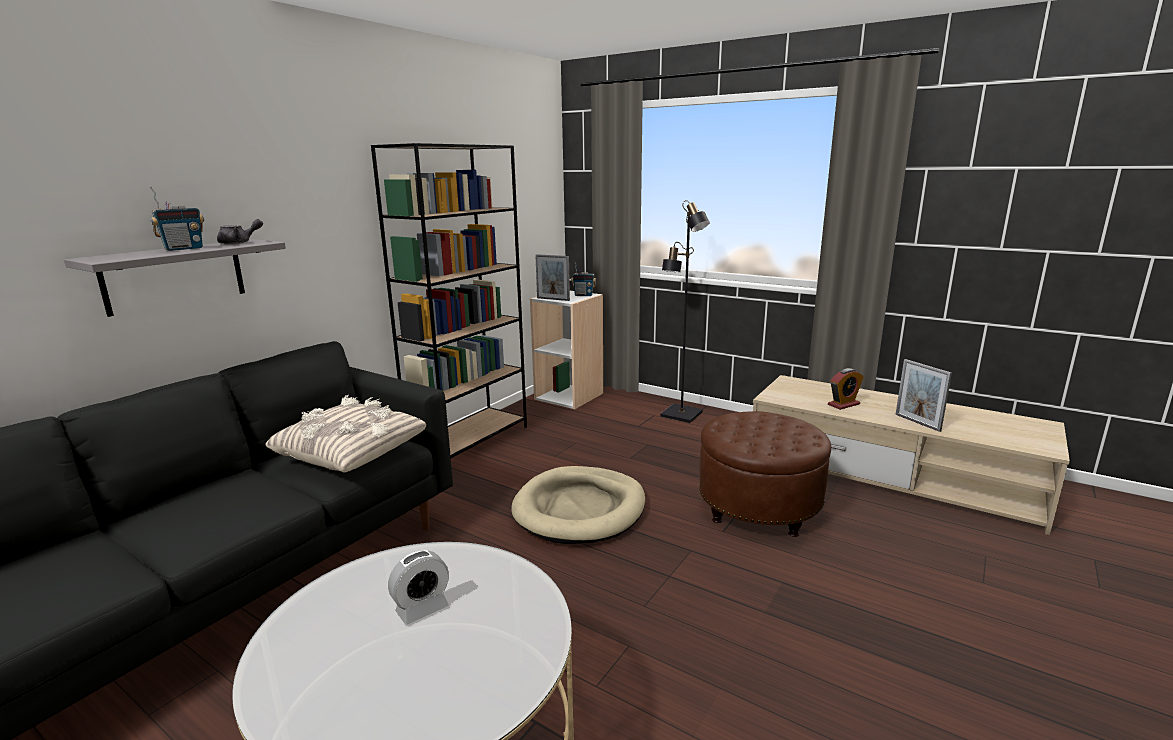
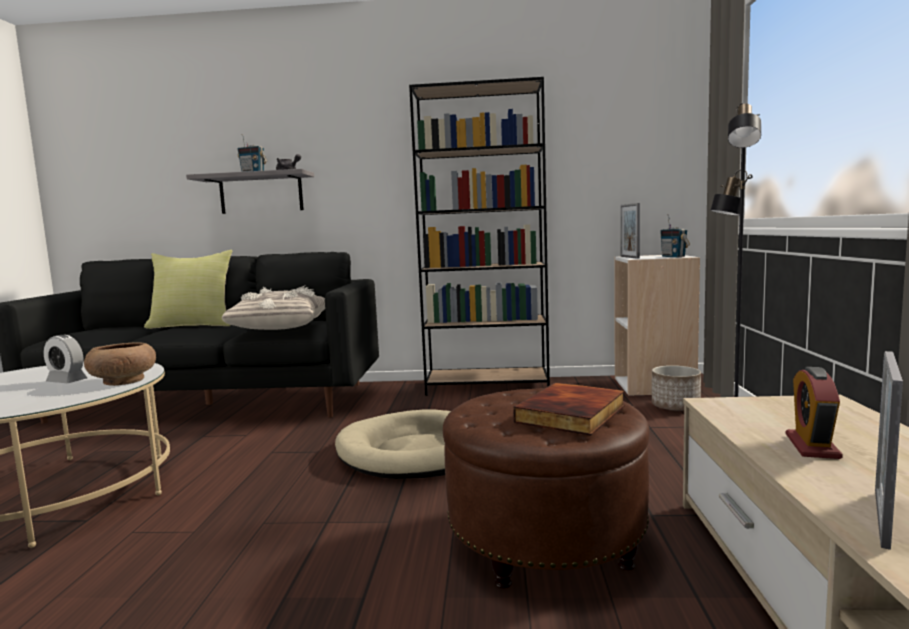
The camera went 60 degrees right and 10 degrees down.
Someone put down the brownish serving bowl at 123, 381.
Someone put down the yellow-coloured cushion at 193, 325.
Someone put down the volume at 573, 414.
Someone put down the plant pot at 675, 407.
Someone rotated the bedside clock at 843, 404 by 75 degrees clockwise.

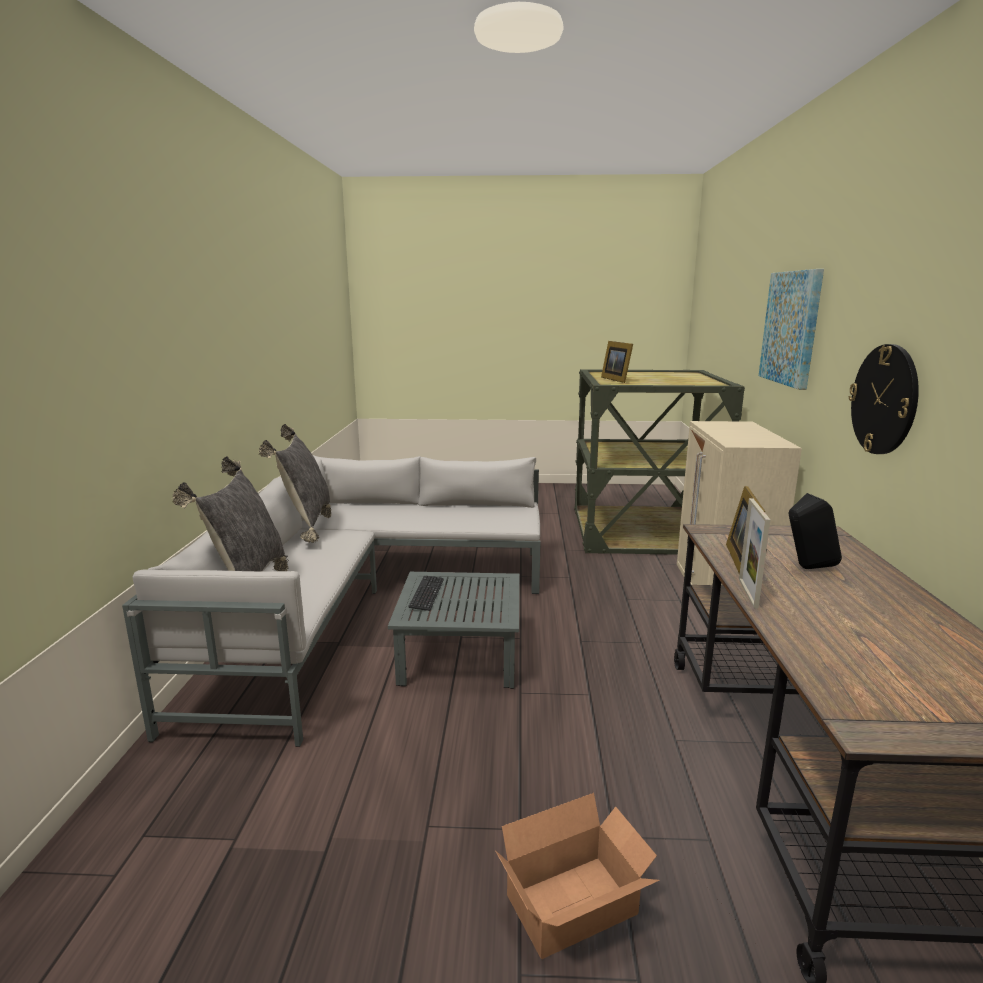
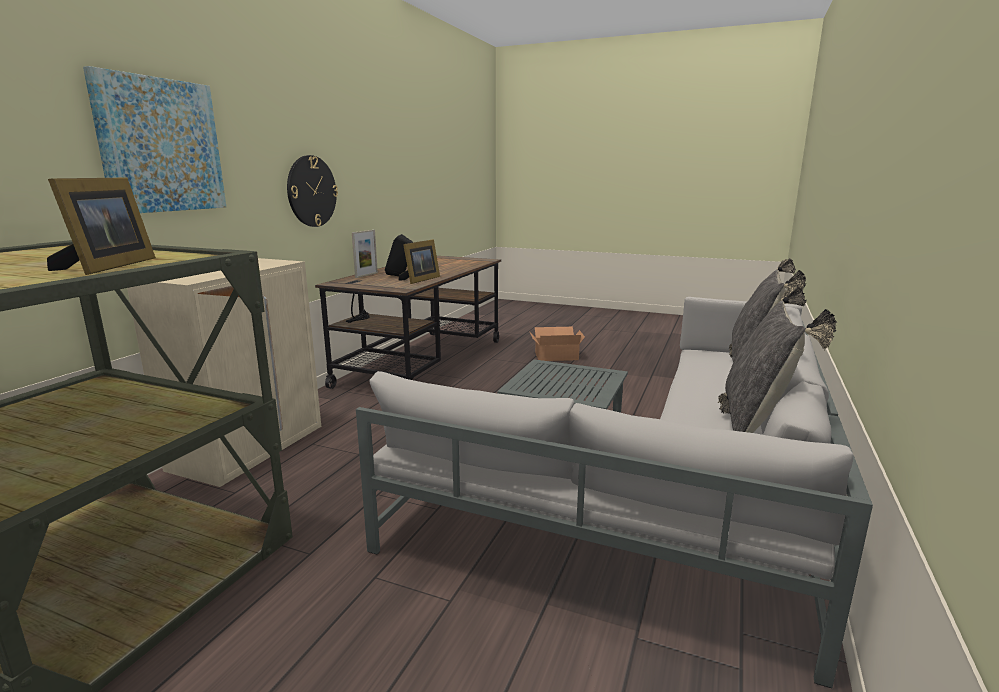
The camera went 160 degrees left and 0 degrees up.
Someone took away the PC keyboard at 427, 594.
Someone carried the picture frame from 748, 593 to 366, 275.

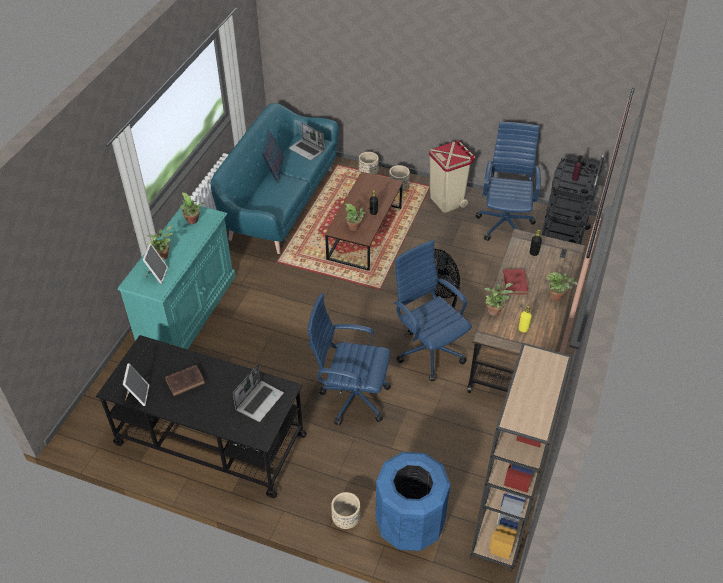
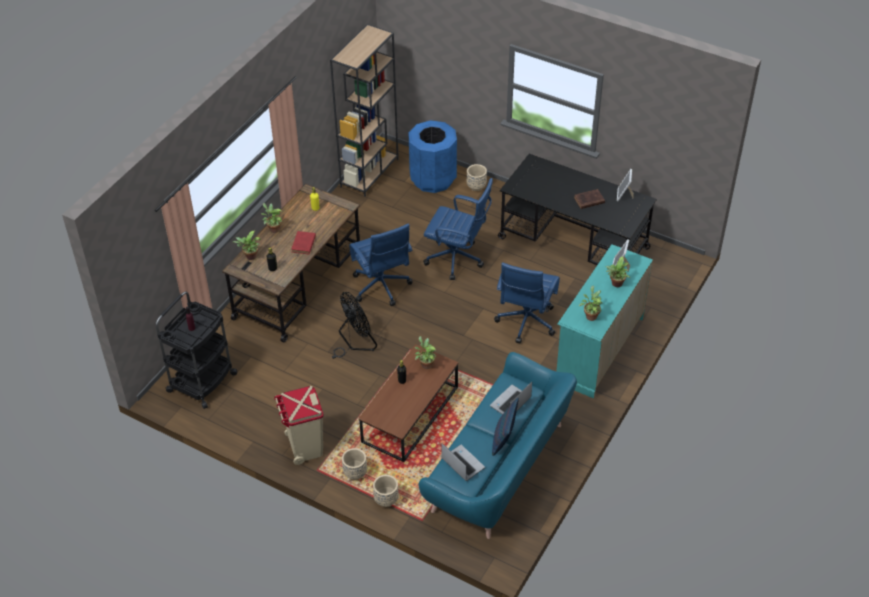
The camera went 170 degrees left and 0 degrees up.
Someone carried the portable computer from 259, 401 to 510, 403.
Someone carried the blue-coloured office chair from 504, 223 to 525, 323.
Someone carried the potted plant from 494, 310 to 250, 257.

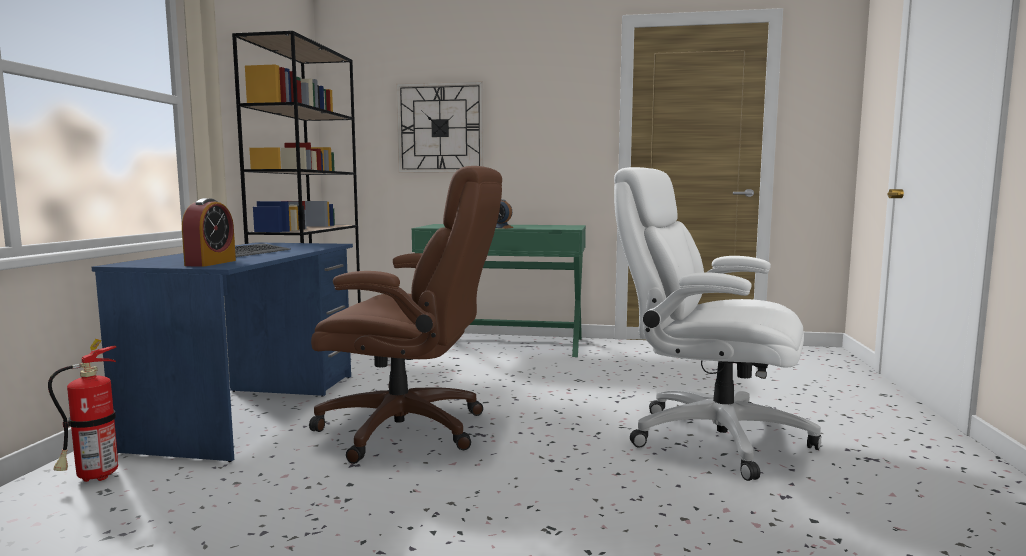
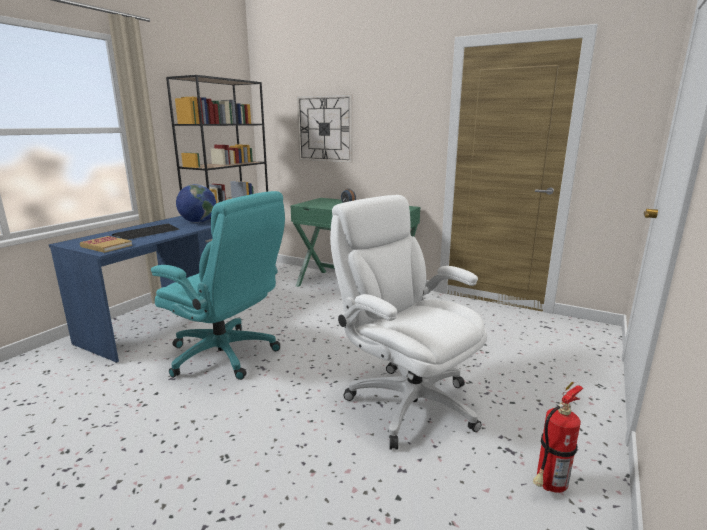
The camera went 20 degrees right and 10 degrees up.
Someone put down the globe at 198, 222.
Someone carried the fire extinguisher from 93, 478 to 549, 487.
Someone swapped the bedside clock at 211, 263 for the volume at 106, 246.
Someone repainted the brownish office chair at 413, 430, which became the turquoise office chair at 228, 357.

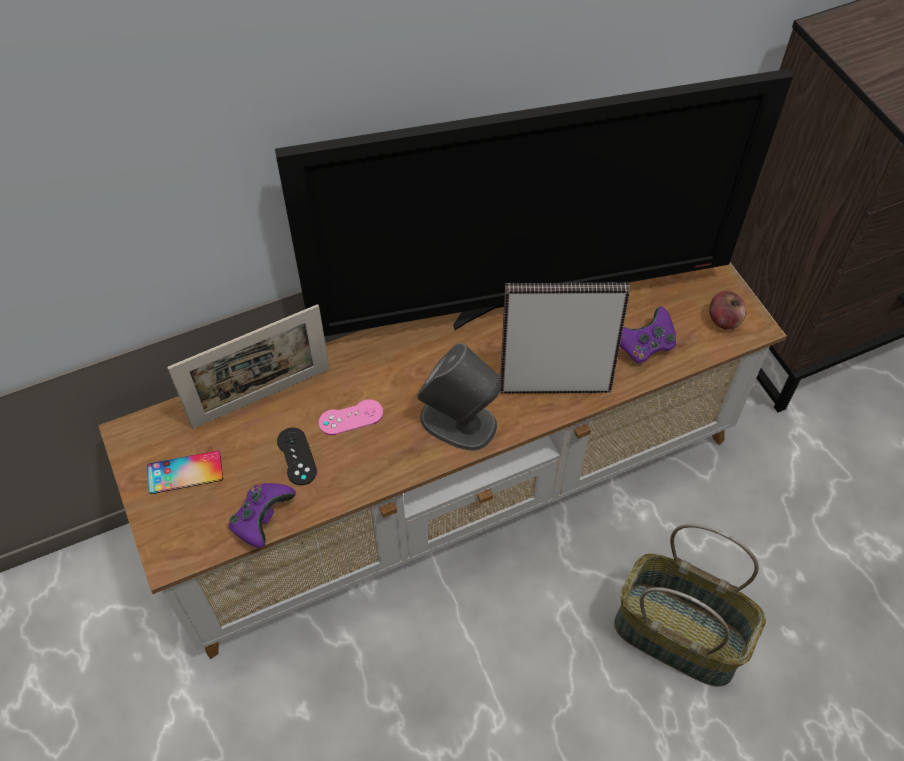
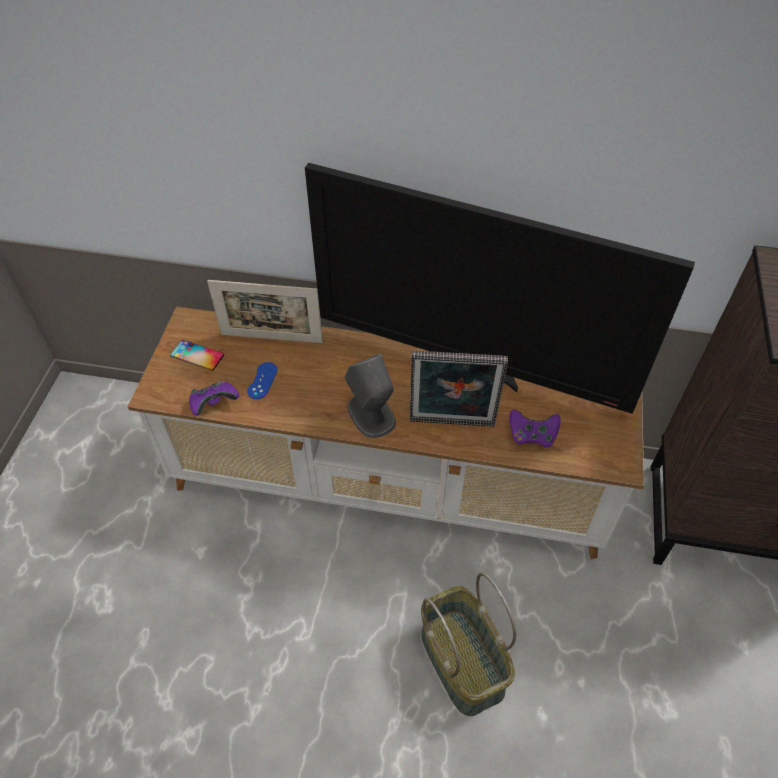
The camera went 35 degrees right and 5 degrees down.
Someone took away the pink joypad at 351, 417.
Someone took away the apple at 724, 320.
Someone repainted the blackish joypad at 296, 456, which became the blue-coloured joypad at 262, 380.
Someone rotated the picture frame at 554, 383 by 150 degrees clockwise.

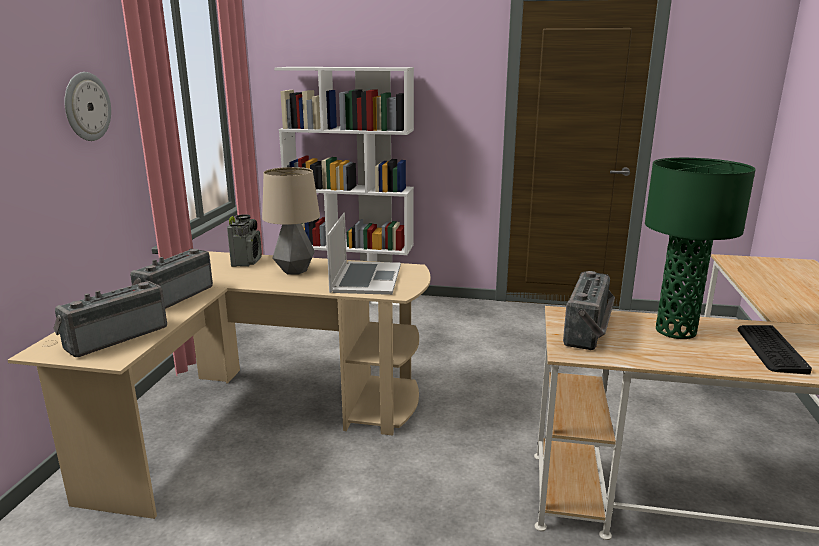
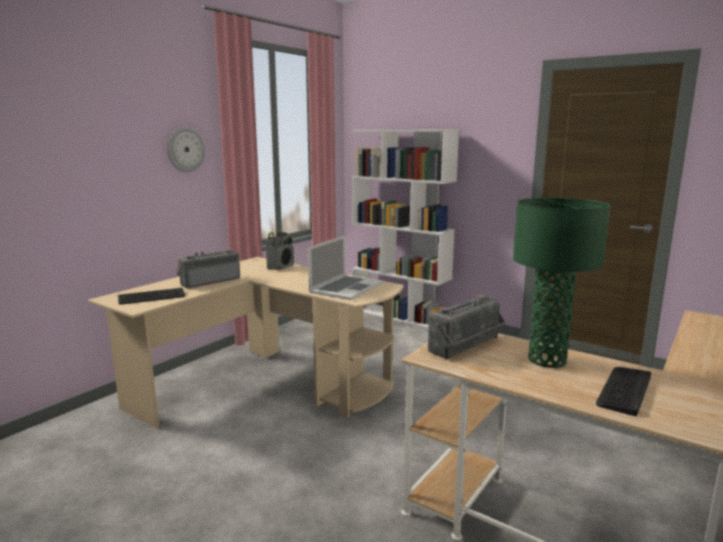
The camera went 25 degrees right and 5 degrees down.
Someone took away the lamp for a table at 294, 271.
Someone swapped the radio set at 115, 337 for the PC keyboard at 152, 297.

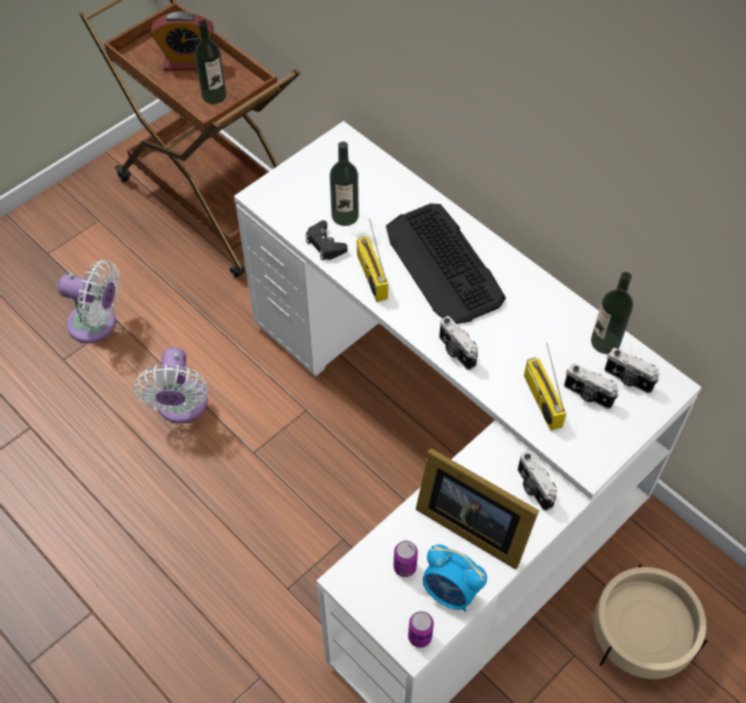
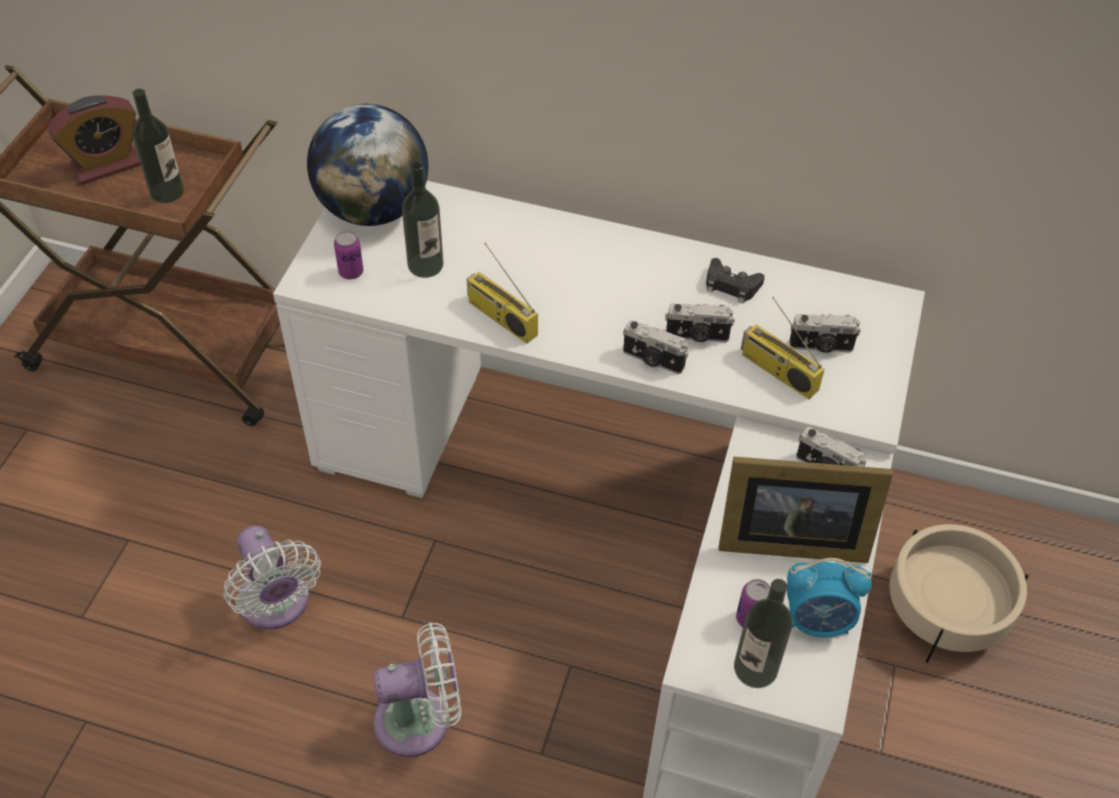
The camera went 30 degrees left and 5 degrees down.
Someone took away the PC keyboard at 443, 265.
Someone put down the globe at 373, 209.
Someone carried the white cooling fan from 97, 324 to 420, 720.
Someone carried the blackish joypad from 325, 245 to 731, 285.
Someone carried the sealed can from 419, 637 to 351, 272.
Someone carried the drink bottle from 605, 342 to 755, 668.
Someone carried the photo camera from 628, 380 to 697, 336.

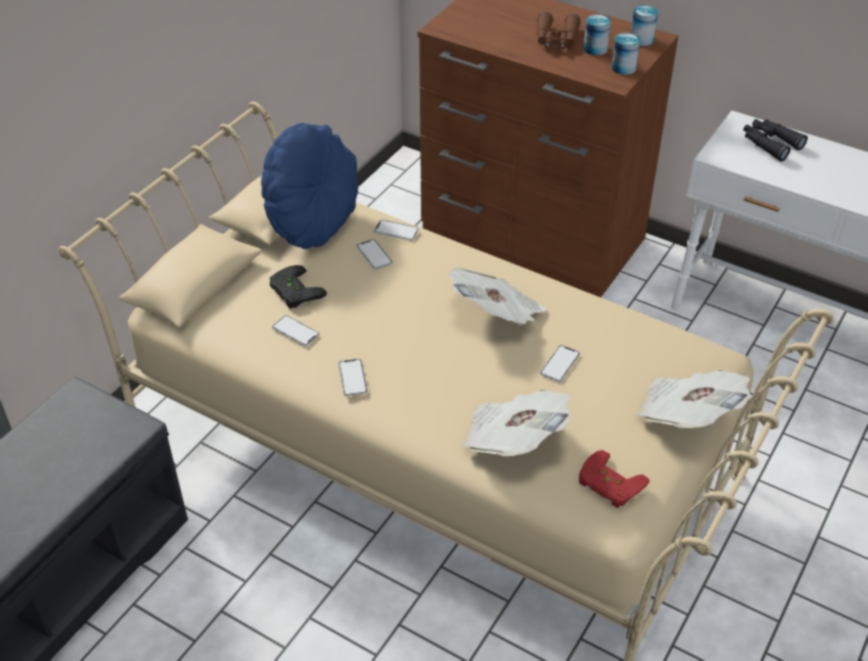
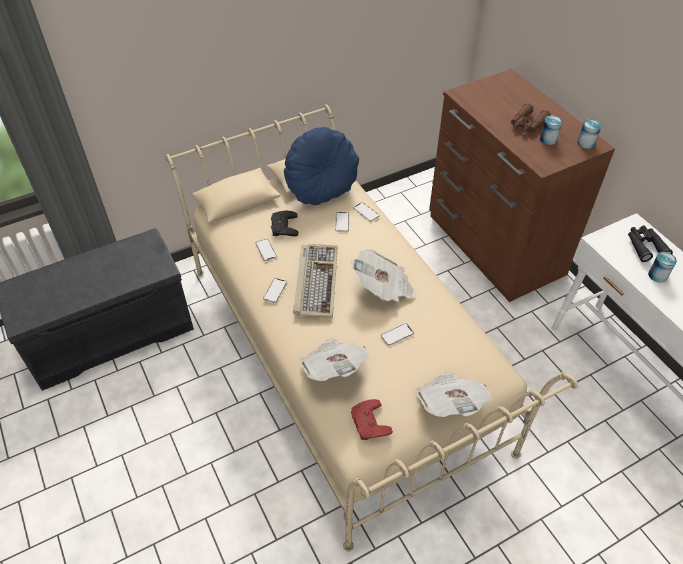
The camera went 30 degrees right and 5 degrees up.
Someone put down the PC keyboard at 315, 281.
Someone carried the sealed can from 623, 68 to 657, 275.

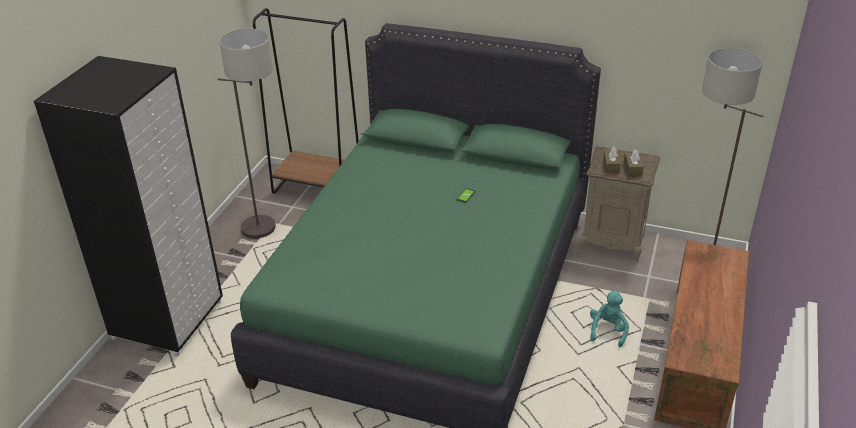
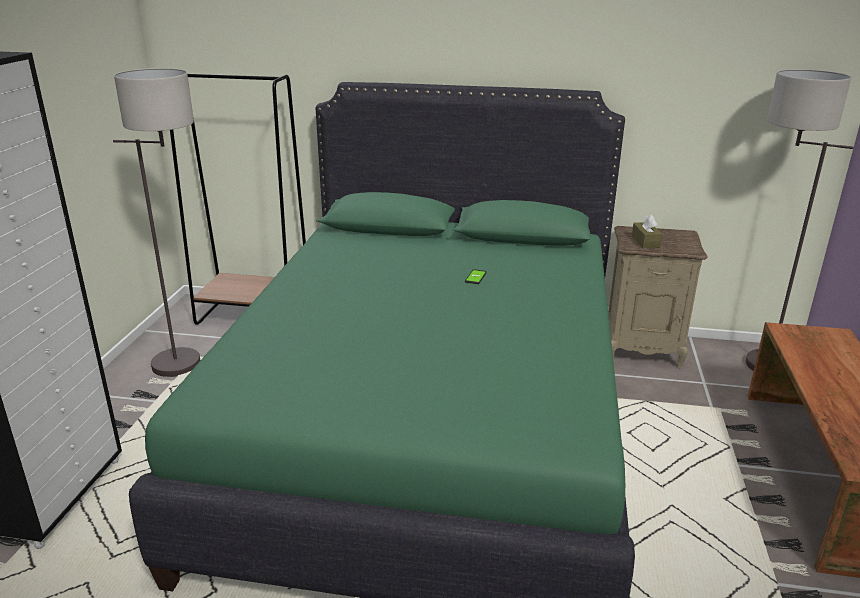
The camera went 10 degrees left and 10 degrees down.
Someone took away the turquoise cuddly toy at 608, 331.
Someone took away the brownish tissue box at 632, 169.

